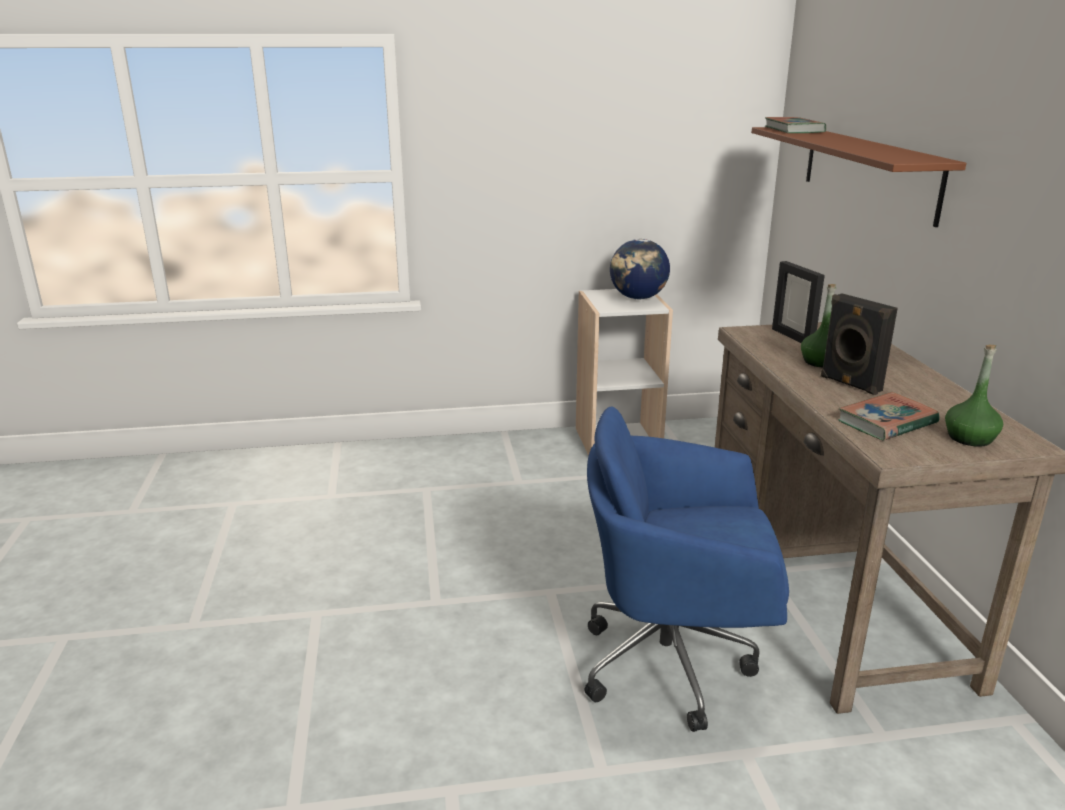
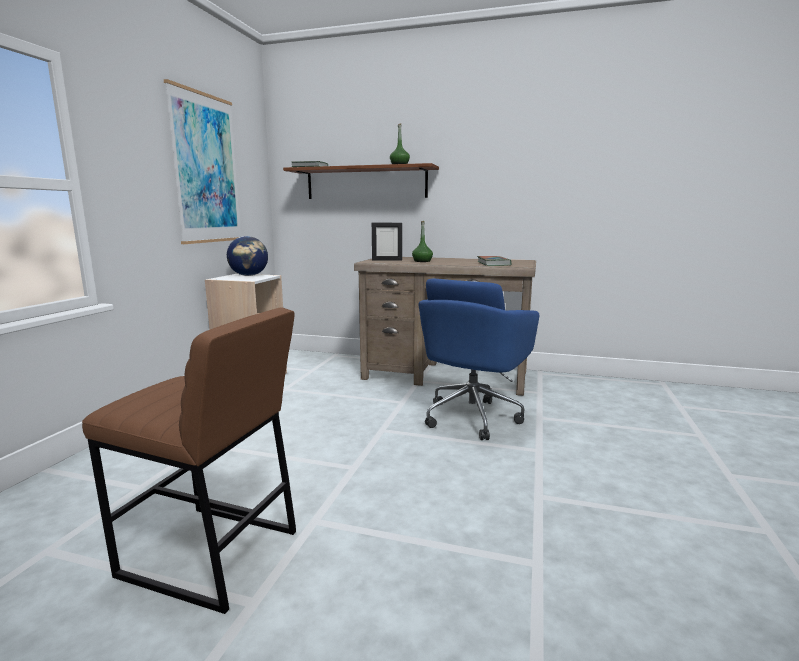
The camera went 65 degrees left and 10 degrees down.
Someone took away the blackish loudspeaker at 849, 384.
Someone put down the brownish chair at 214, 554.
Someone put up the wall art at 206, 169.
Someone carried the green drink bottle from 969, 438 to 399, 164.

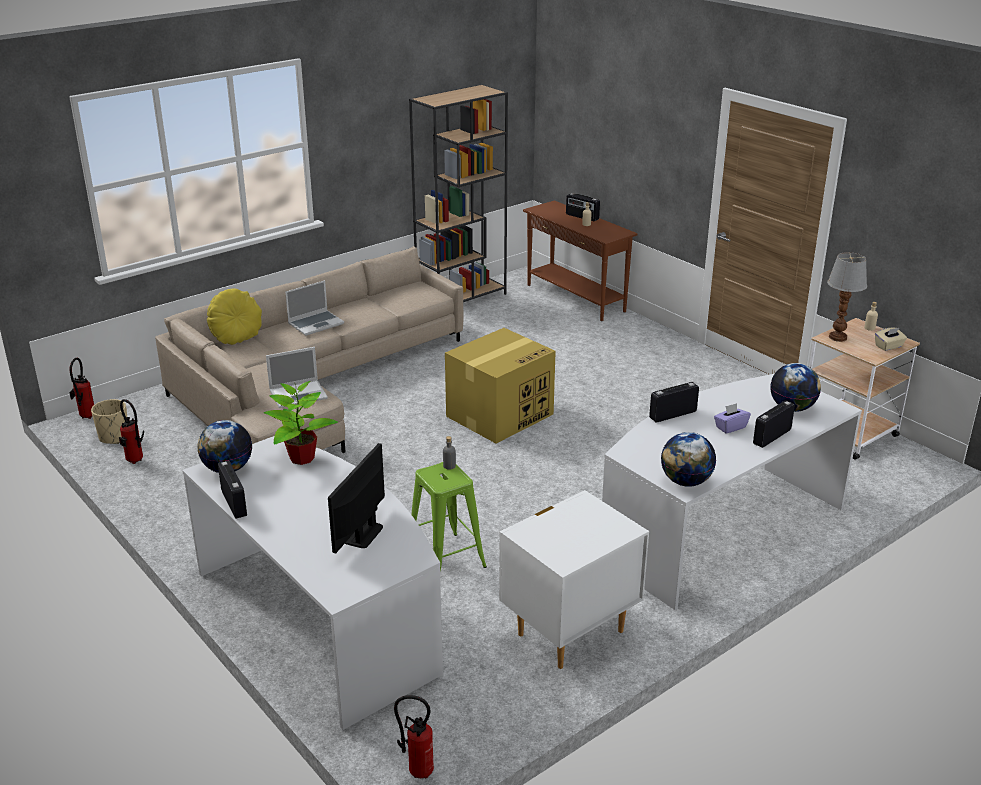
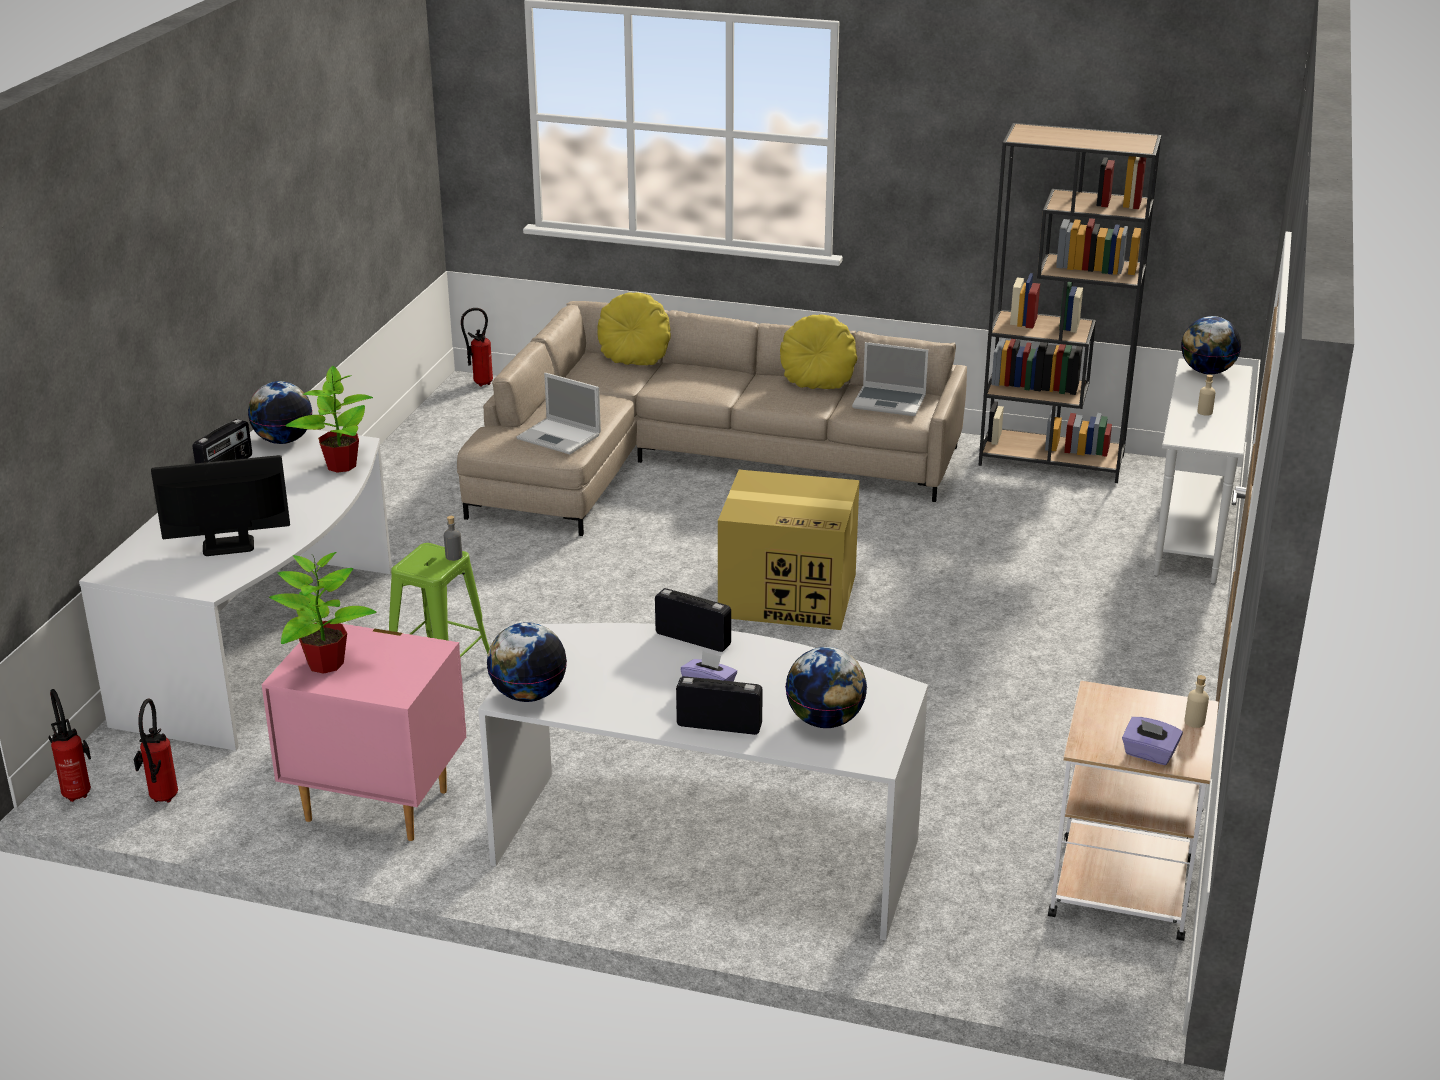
The camera went 55 degrees right and 0 degrees up.
Someone took away the sand-coloured plant pot at 114, 437.
Someone took away the radio set at 582, 217.
Someone took away the lamp for a table at 838, 337.
Someone put down the potted plant at 324, 663.
Someone put down the yellow-coloured cushion at 817, 384.
Someone put down the globe at 1207, 371.
Someone carried the fire extinguisher from 135, 462 to 161, 800.
Someone carried the portable computer from 316, 323 to 890, 402.
Someone repainted the white nightstand at 569, 632, which became the pink nightstand at 377, 804.
Someone repainted the brownish narrow table at 576, 298, which became the white narrow table at 1193, 534.
Someone repainted the sand-coloured tissue box at 889, 346, which became the purple-coloured tissue box at 1149, 754.

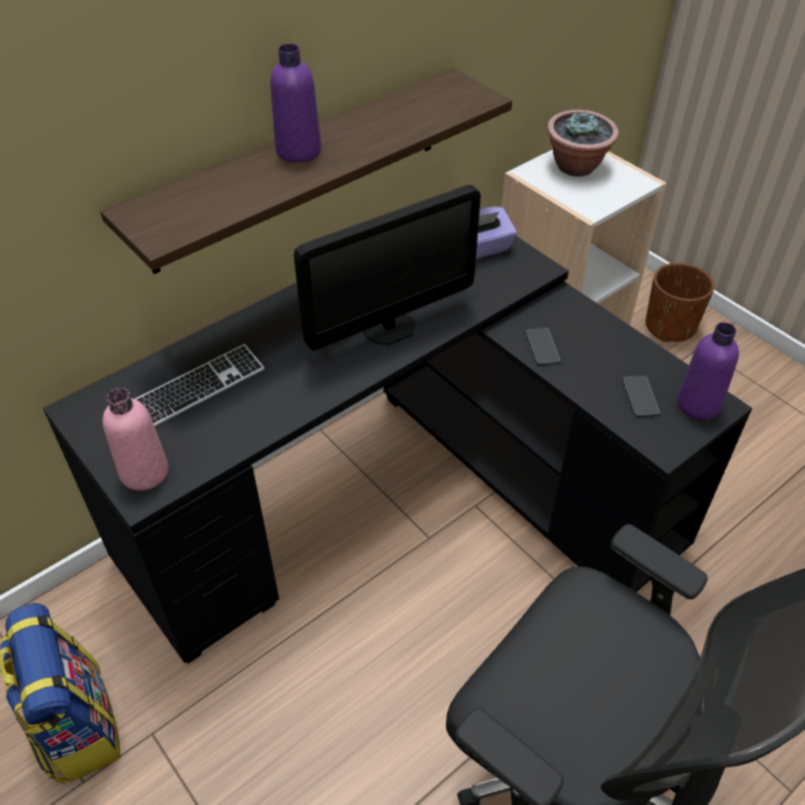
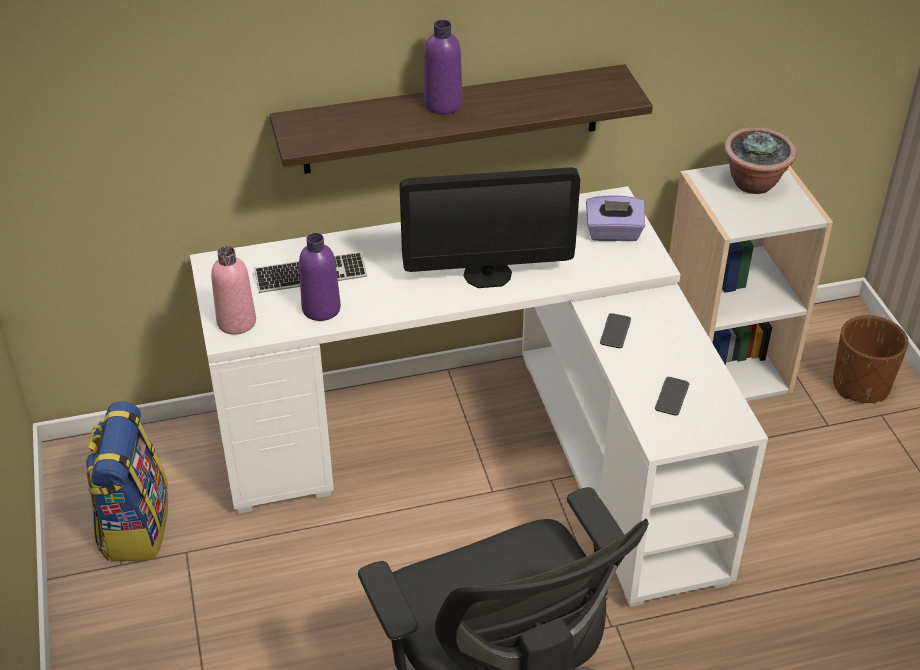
The camera went 25 degrees right and 5 degrees down.
Someone carried the purple-coloured drink bottle from 698, 404 to 321, 309.
Someone repainted the blackish desk table at 402, 496, which became the white desk table at 489, 449.

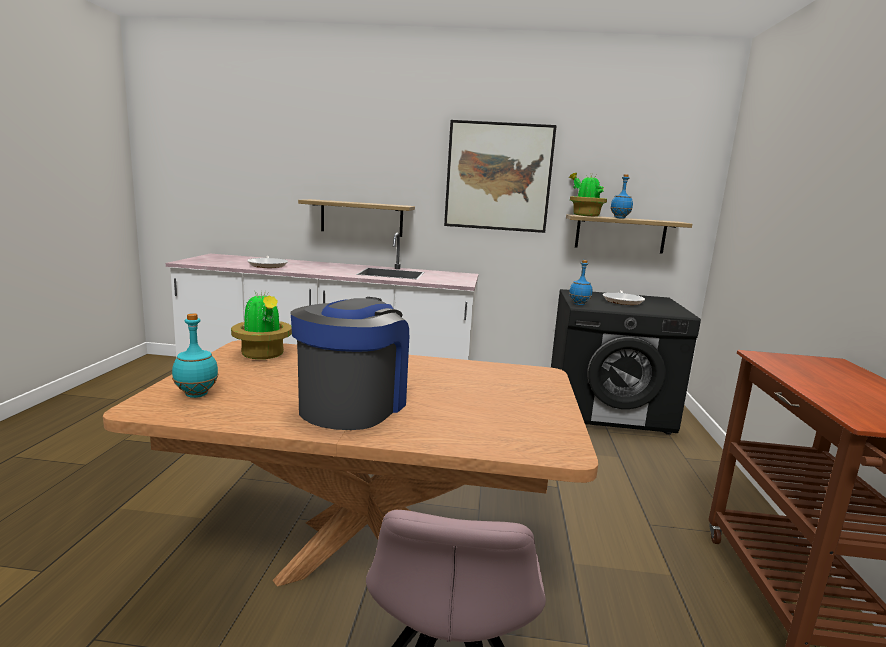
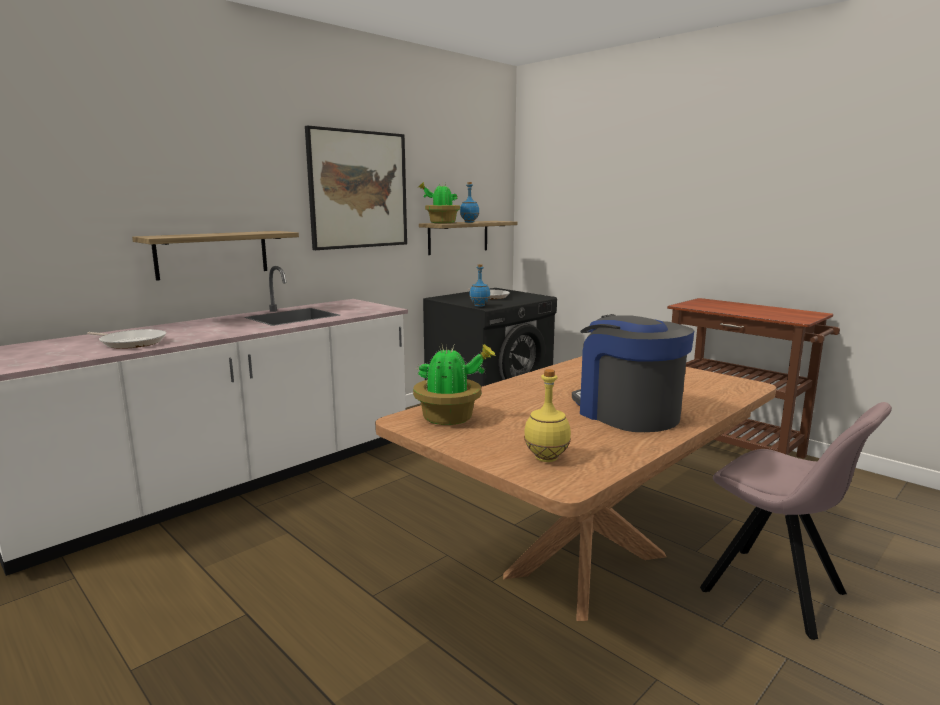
The camera went 50 degrees left and 0 degrees up.
Someone repainted the turquoise drink bottle at 196, 395, which became the yellow-coloured drink bottle at 546, 459.

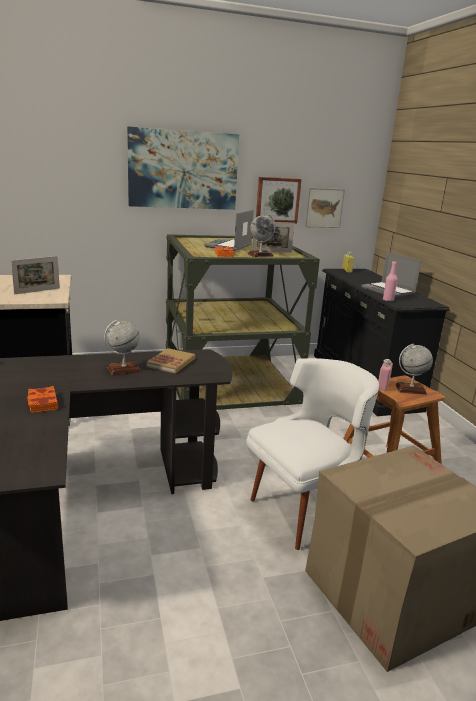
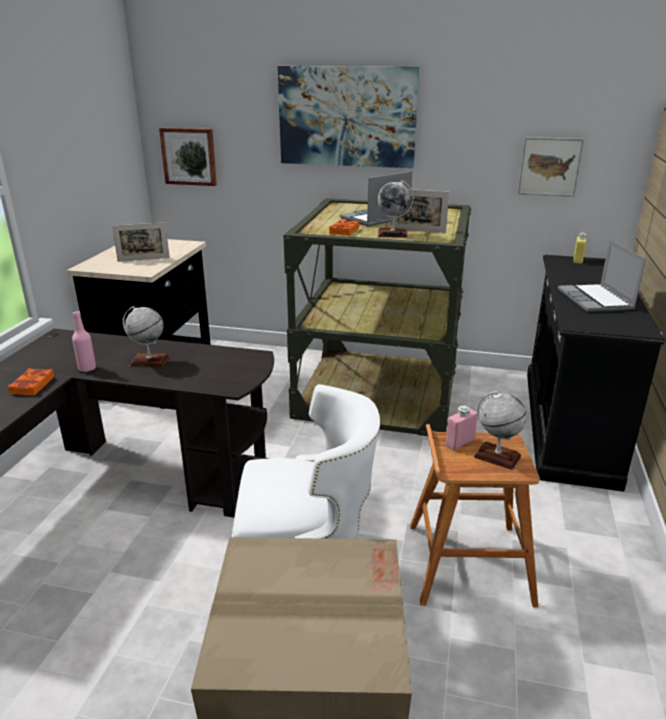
The camera went 30 degrees right and 5 degrees up.
Someone took away the volume at 171, 363.
Someone carried the wall art from 277, 200 to 189, 156.
Someone carried the pink drink bottle from 388, 300 to 87, 368.

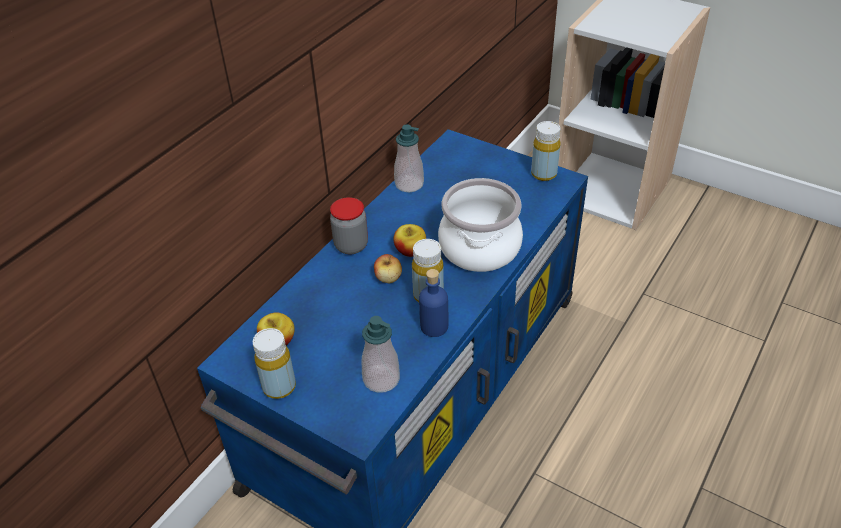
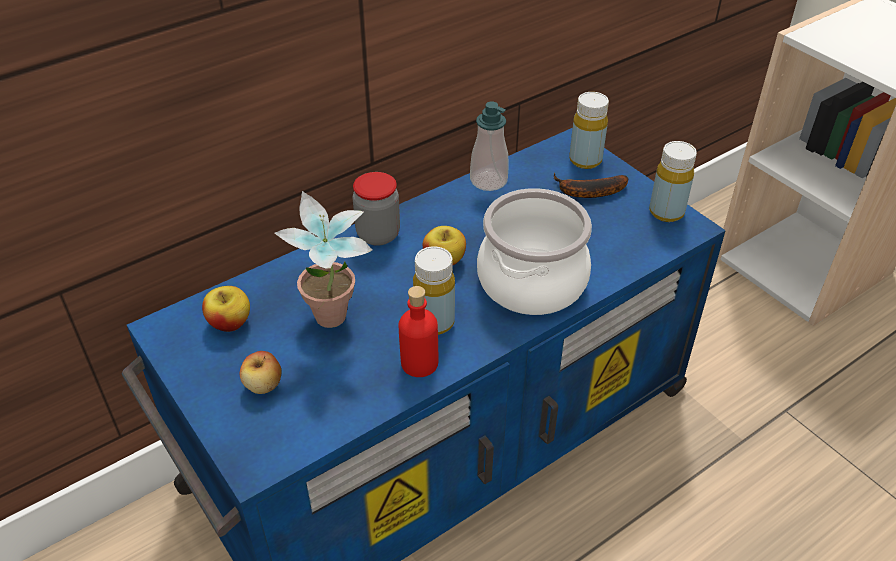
The camera went 20 degrees right and 0 degrees up.
Someone took away the soap bottle at 381, 379.
Someone put down the potted plant at 335, 324.
Someone put down the banana fruit at 587, 192.
Someone carried the yellow-coloured drink bottle from 279, 387 to 585, 160.
Someone carried the apple from 388, 278 to 263, 385.
Someone repainted the blue-coloured drink bottle at 434, 326, which became the red drink bottle at 419, 363.

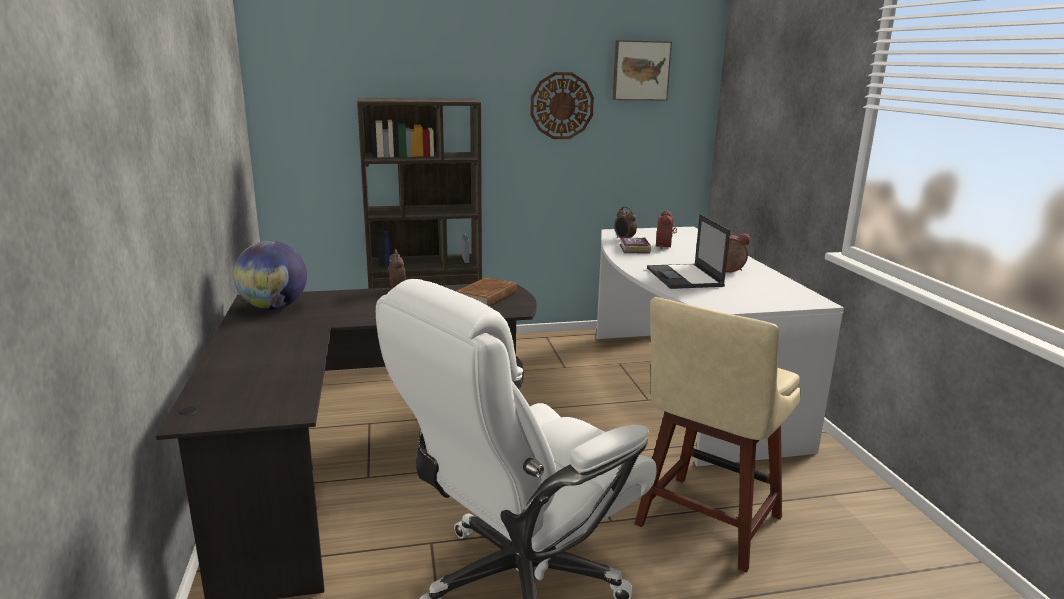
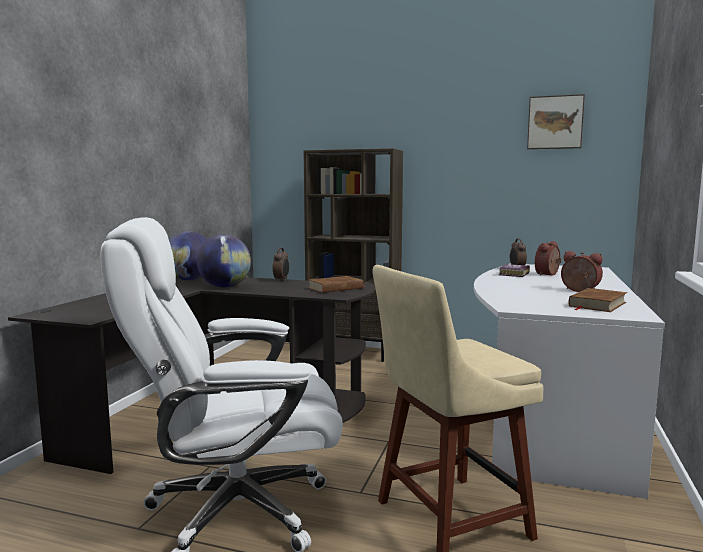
The camera went 30 degrees right and 10 degrees down.
Someone took away the clock on the wall at 561, 106.
Someone took away the portable computer at 685, 277.
Someone put down the globe at 225, 287.
Someone put down the brownish volume at 597, 304.

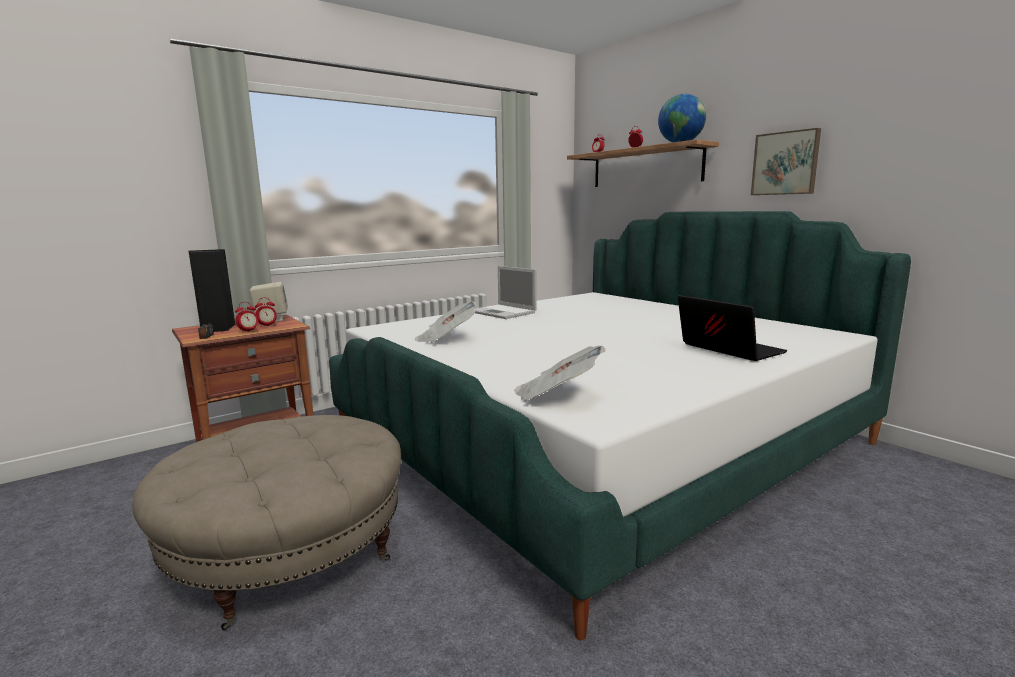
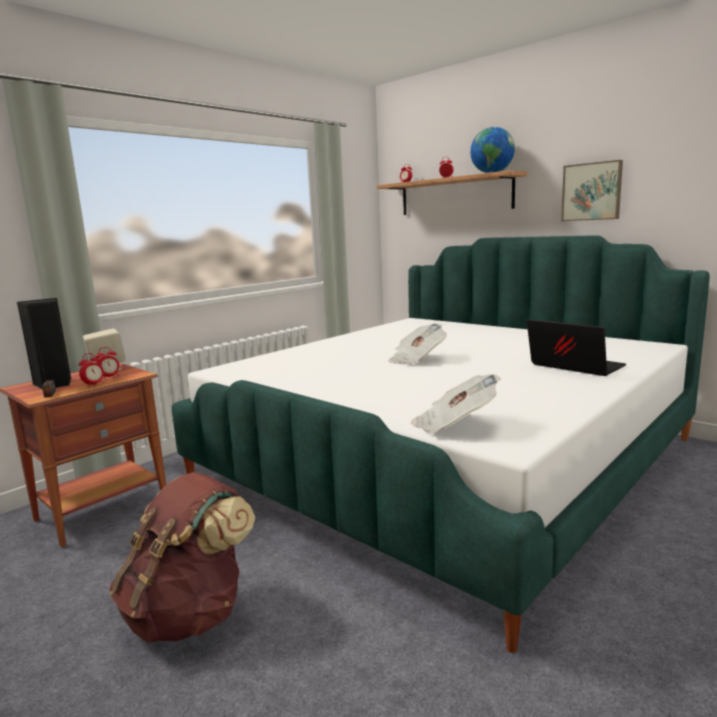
The camera went 10 degrees left and 0 degrees up.
Someone took away the portable computer at 503, 312.
Someone carried the newspaper from 446, 339 to 416, 359.
Someone swapped the sand-coloured pouffe at 290, 553 for the brownish knapsack at 190, 613.

